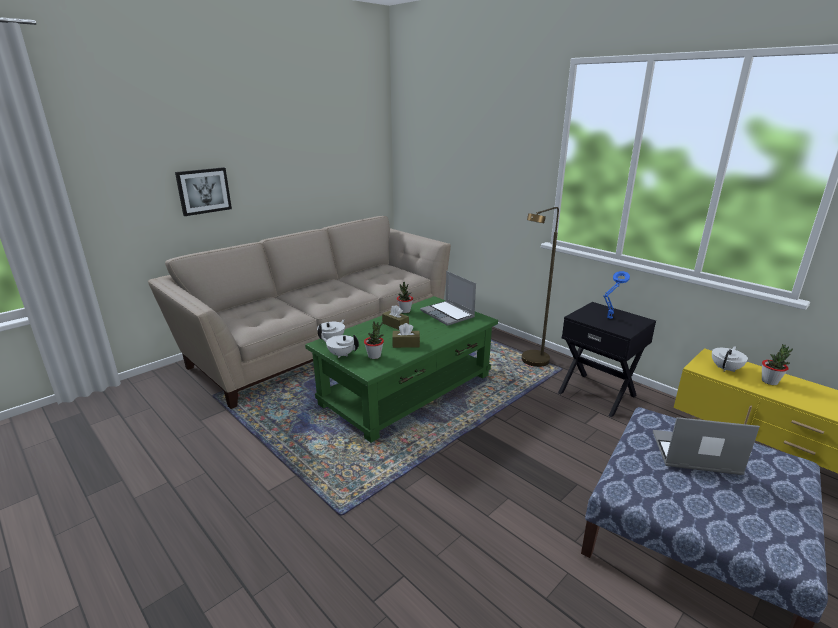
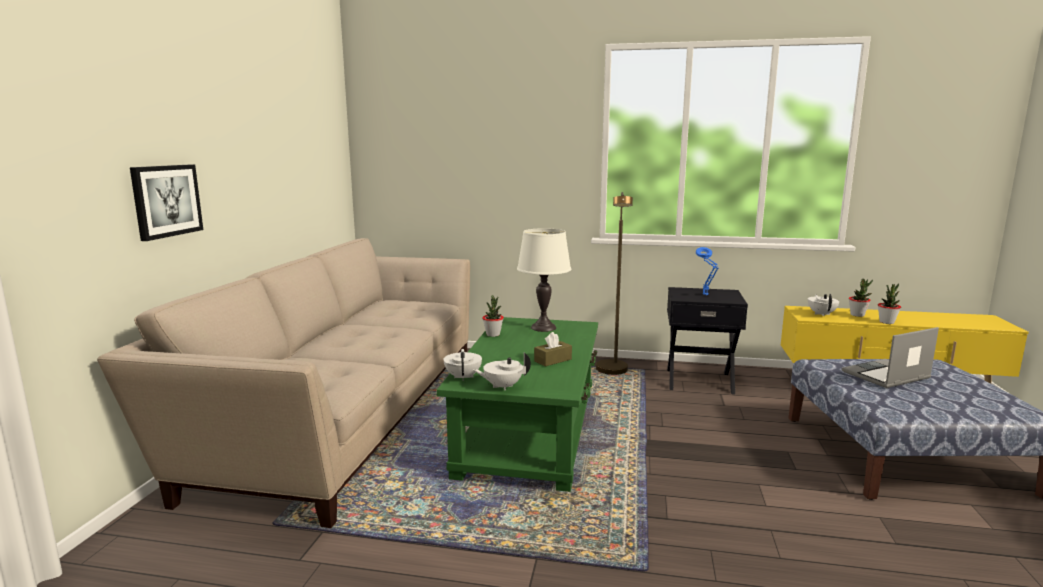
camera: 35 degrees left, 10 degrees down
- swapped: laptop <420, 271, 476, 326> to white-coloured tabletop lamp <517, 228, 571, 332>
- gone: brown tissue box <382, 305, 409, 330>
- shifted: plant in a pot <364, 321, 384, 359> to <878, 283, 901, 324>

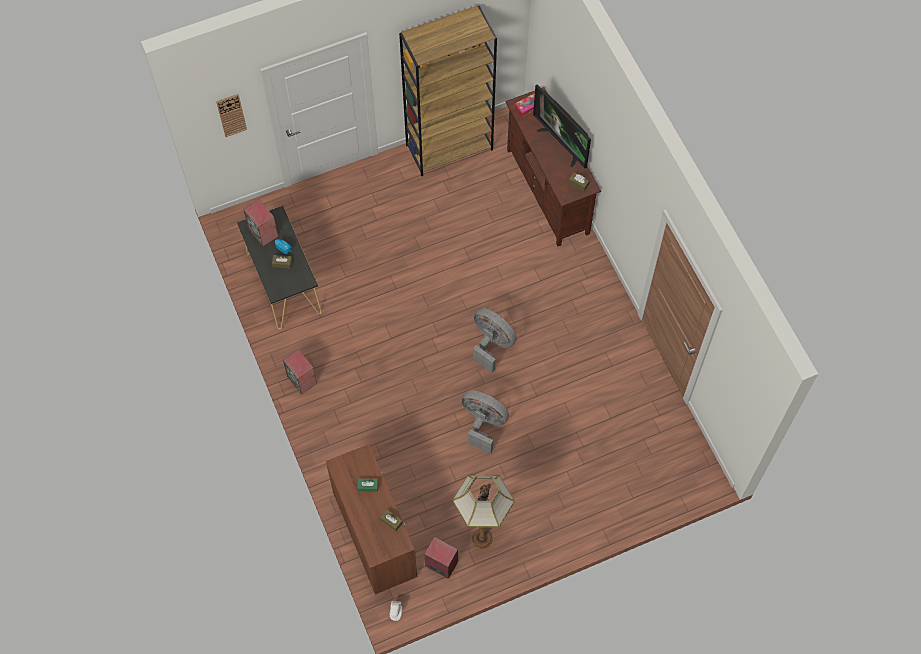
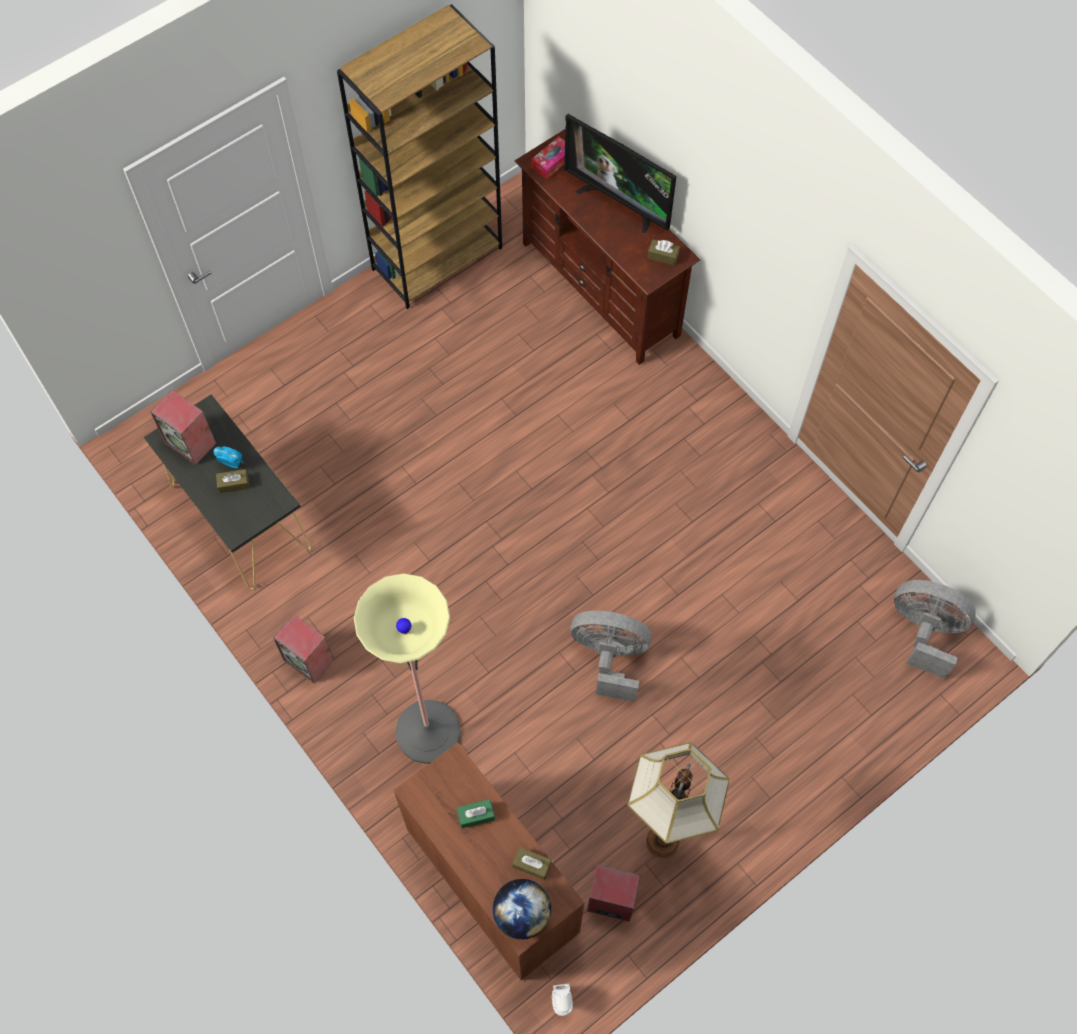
camera: 15 degrees left, 0 degrees up
- gone: clock on the wall <216, 94, 247, 137>
- shifted: greyish electric fan <473, 308, 517, 373> to <894, 580, 975, 679>
- new: floor lamp <354, 573, 461, 764>
- new: world globe <493, 879, 551, 940>

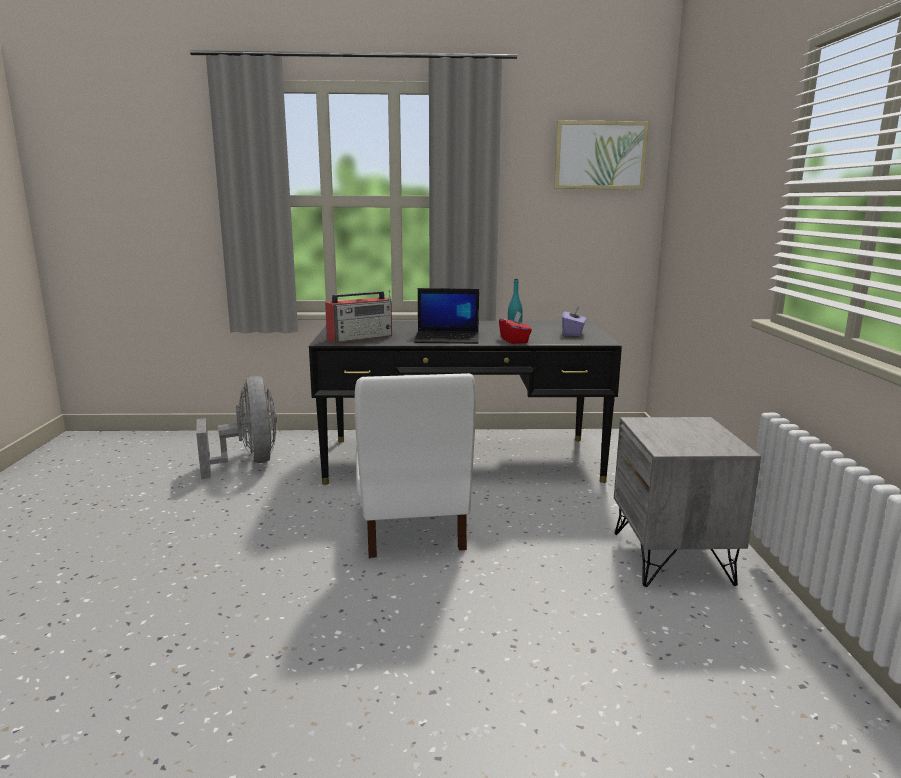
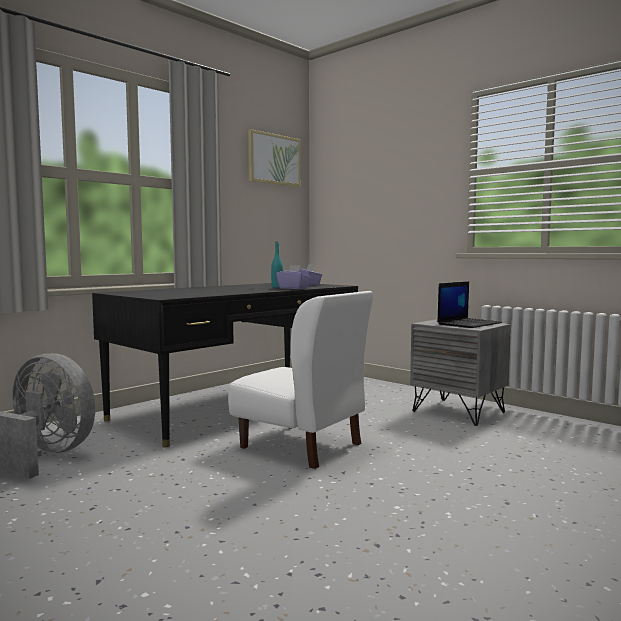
camera: 45 degrees left, 10 degrees down
- shifted: laptop <414, 288, 479, 344> to <437, 281, 502, 328>
- gone: radio receiver <325, 289, 392, 343>
- repainted: reddish tissue box <499, 311, 532, 344> to purplish tissue box <276, 265, 310, 289>

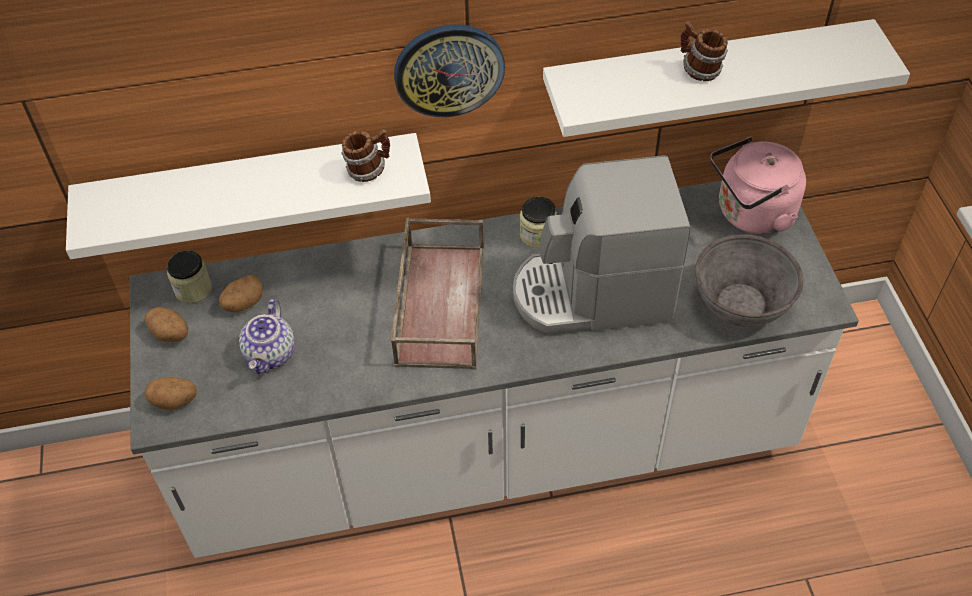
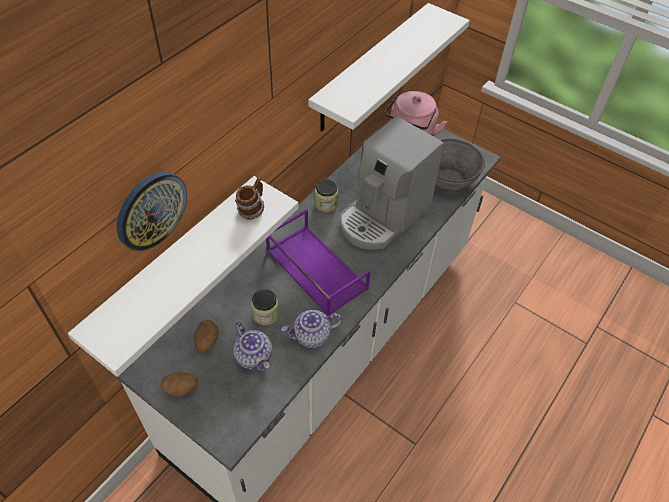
camera: 45 degrees left, 0 degrees up
- gone: tea mug <681, 21, 728, 81>
- shifted: clock on the wall <394, 24, 505, 117> to <117, 172, 187, 251>
- repainted: brown carrying tray <391, 218, 484, 370> to purplish carrying tray <266, 209, 371, 316>
- shifted: storage jar <167, 251, 212, 303> to <251, 289, 279, 325>
- gone: potato <145, 377, 196, 410>
- new: tea pot <281, 310, 342, 348>

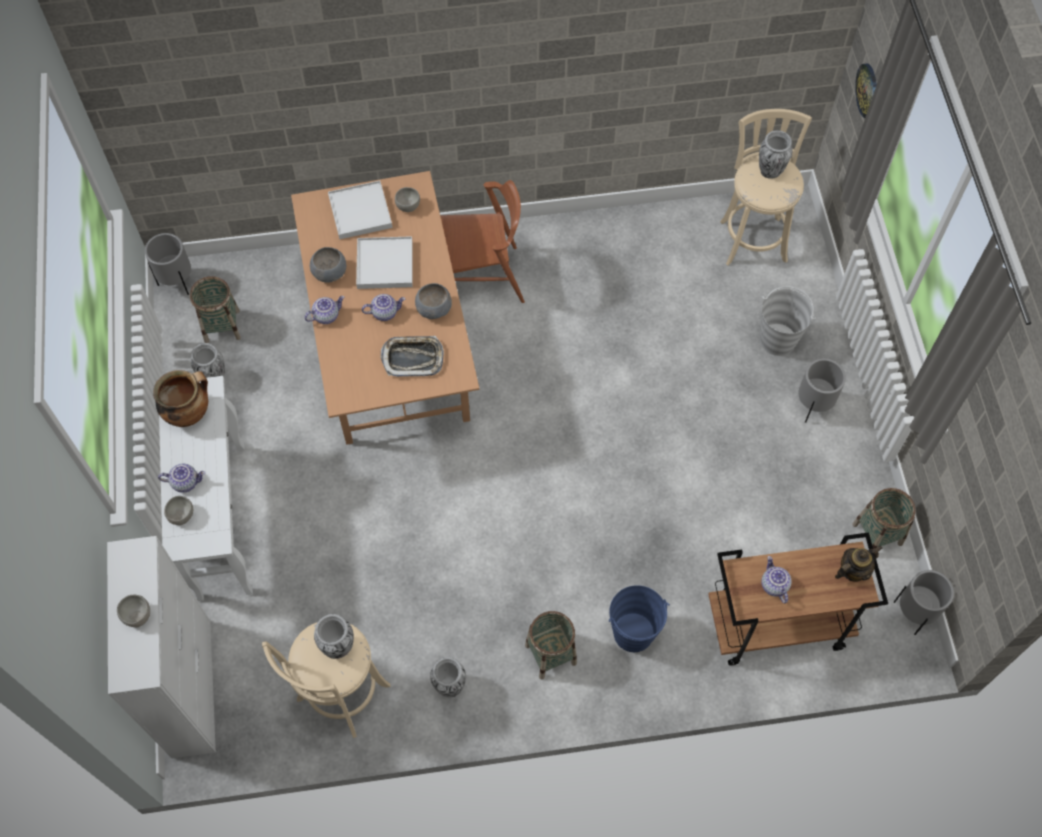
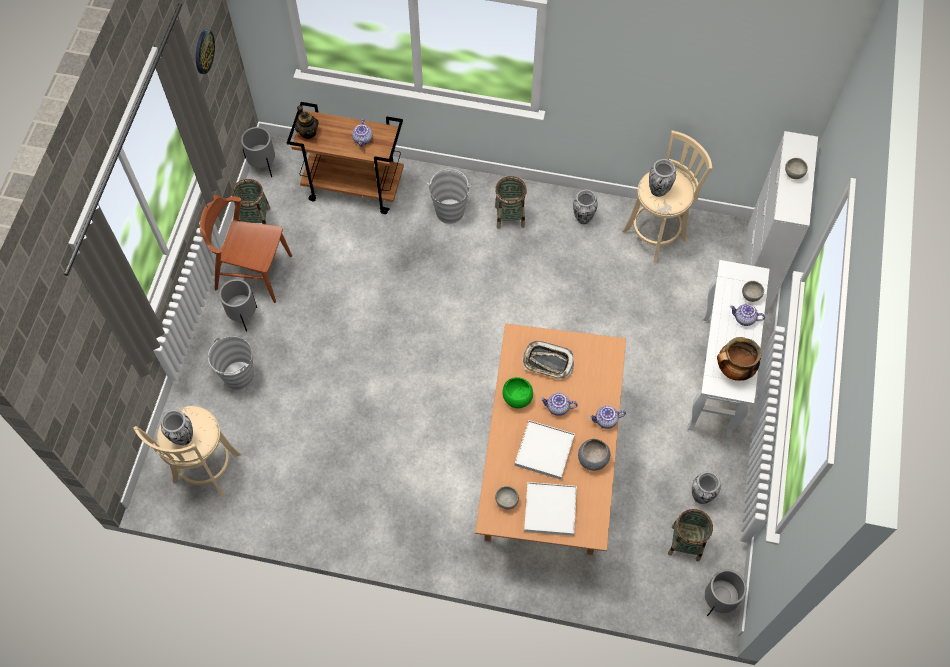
camera: 160 degrees left, 0 degrees up
- shifted: clock on the wall <855, 64, 877, 118> to <196, 30, 215, 74>
- shifted: brown upright chair <440, 180, 525, 303> to <200, 195, 292, 303>
- repainted: greyish serving bowl <415, 283, 452, 319> to greenish serving bowl <502, 377, 533, 408>
- rotated: tea pot <835, 546, 883, 582> = <295, 105, 319, 139> 105 degrees counterclockwise
- repainted: blue bucket <609, 585, 670, 652> to greyish bucket <427, 168, 471, 224>

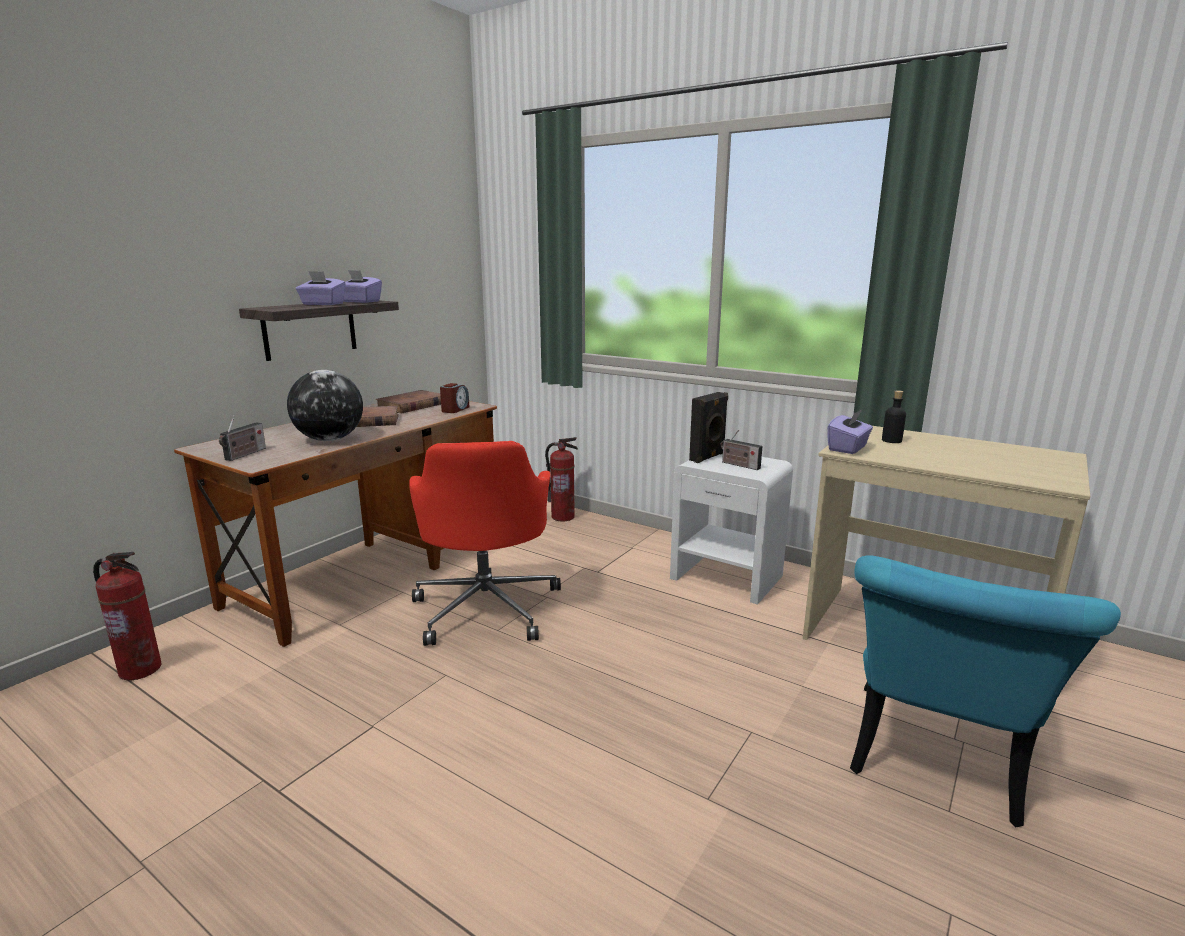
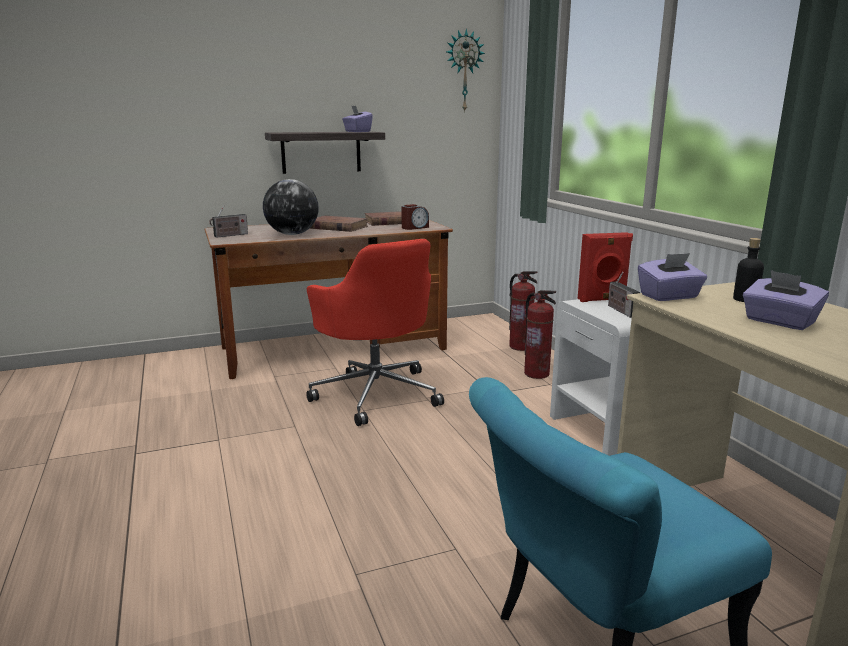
camera: 35 degrees right, 0 degrees up
- shifted: purplish tissue box <296, 271, 346, 305> to <743, 270, 829, 330>
- repainted: black-coloured speaker <689, 392, 728, 463> to reddish speaker <578, 232, 633, 302>
- rotated: reddish office chair <409, 441, 561, 646> = <306, 239, 444, 426> 60 degrees counterclockwise
- shifted: fire extinguisher <93, 552, 162, 680> to <524, 290, 556, 379>
- new: clock on the wall <446, 28, 485, 112>

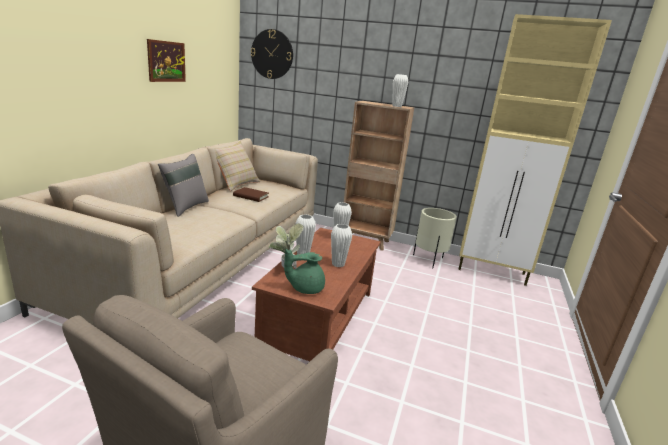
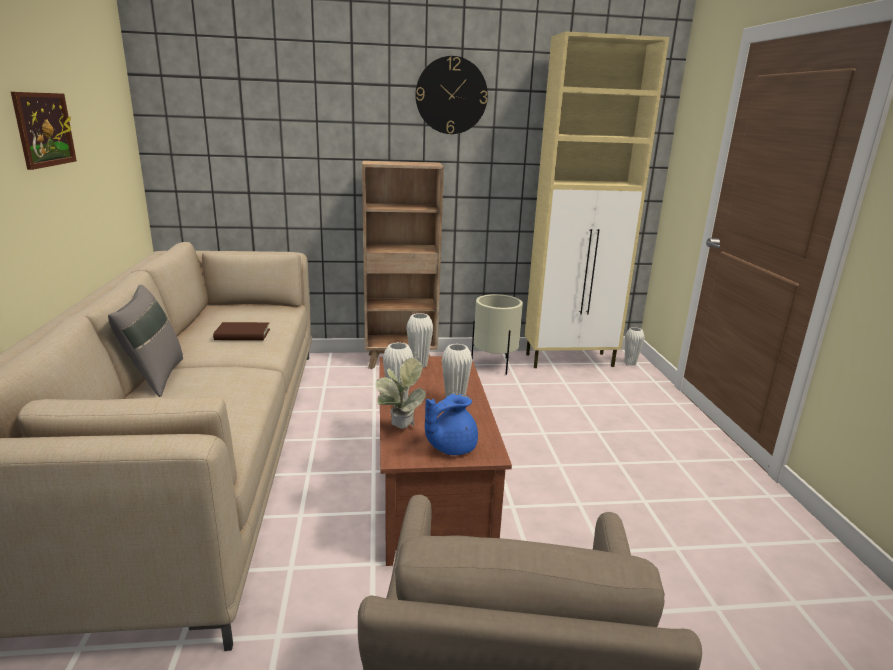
camera: 25 degrees left, 0 degrees up
- shifted: clock on the wall <251, 29, 293, 79> to <415, 56, 488, 134>
- shifted: white-coloured decorative vase <392, 74, 408, 107> to <625, 327, 644, 366>
- gone: beige-coloured cushion <208, 140, 260, 191>
- repainted: greenish tea pot <284, 249, 325, 294> to blue tea pot <425, 394, 478, 455>

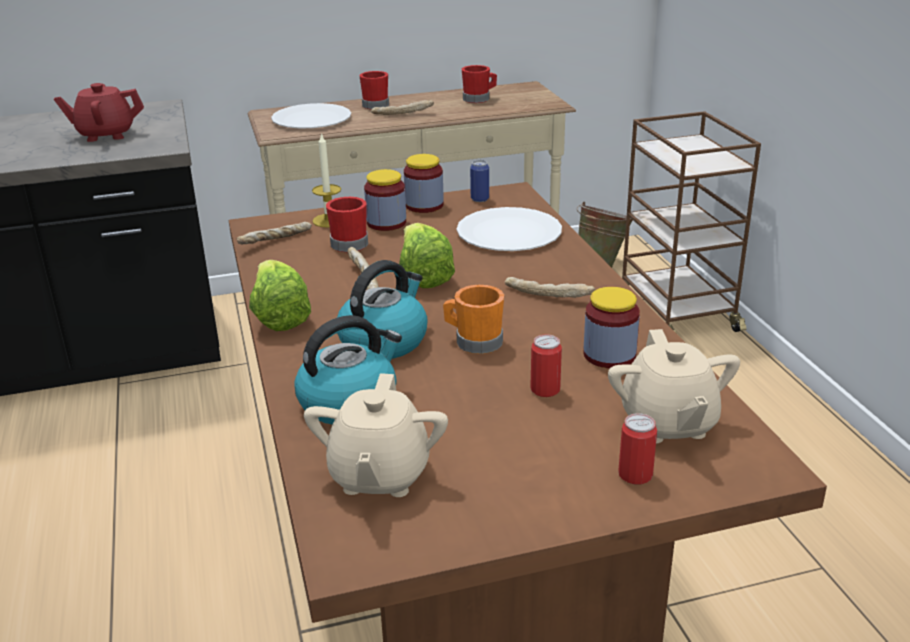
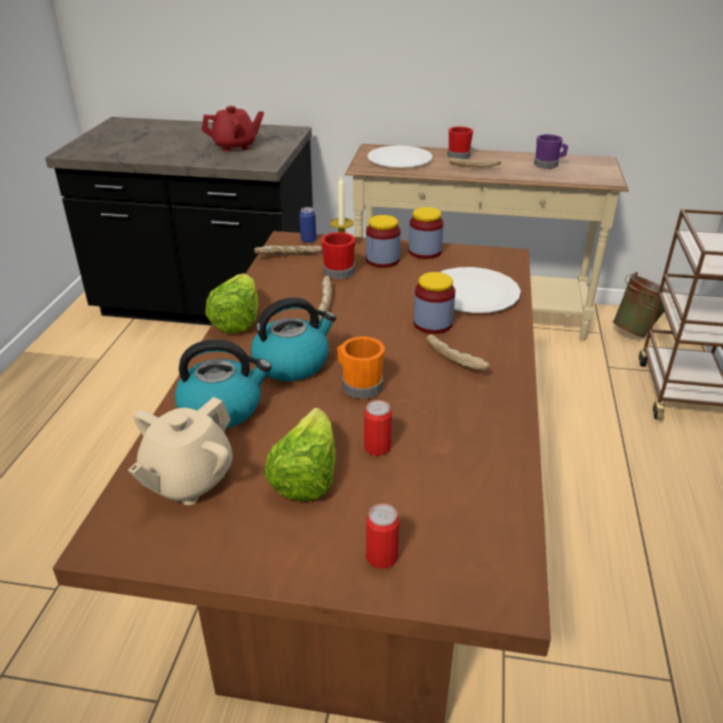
camera: 25 degrees right, 5 degrees up
- repainted: reddish tea mug <462, 65, 497, 103> to purplish tea mug <534, 134, 568, 169>
- rotated: reddish tea pot <54, 83, 144, 142> = <202, 106, 264, 152> 150 degrees clockwise
- shifted: sealed can <470, 160, 489, 202> to <299, 207, 316, 243>
- shifted: lettuce <399, 223, 455, 288> to <264, 408, 336, 501>
- shifted: storage jar <584, 287, 640, 368> to <413, 272, 455, 334>
- gone: beige-coloured tea pot <608, 329, 740, 443>

